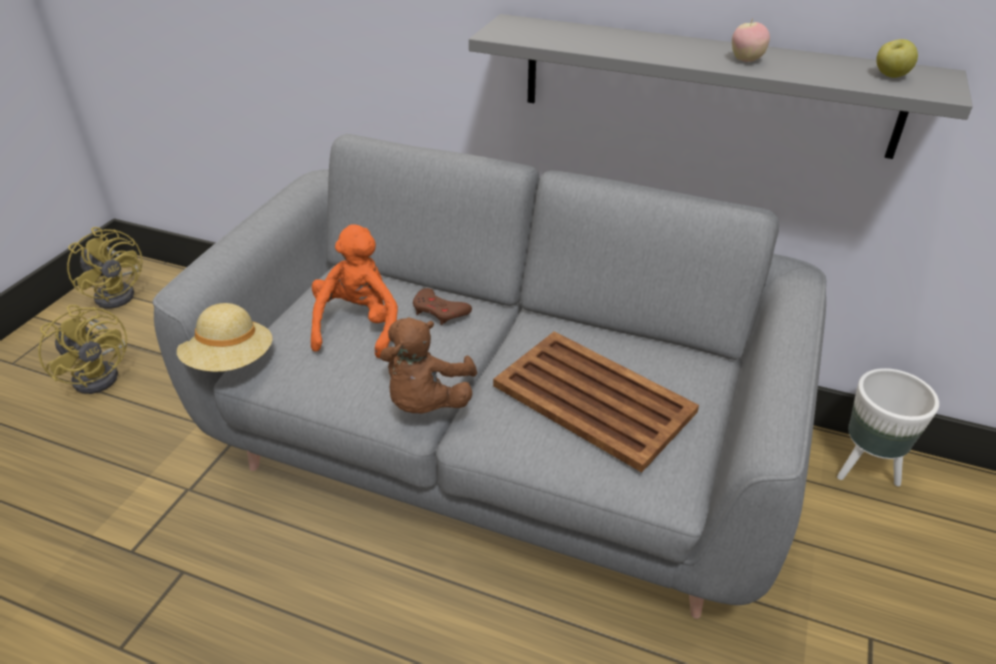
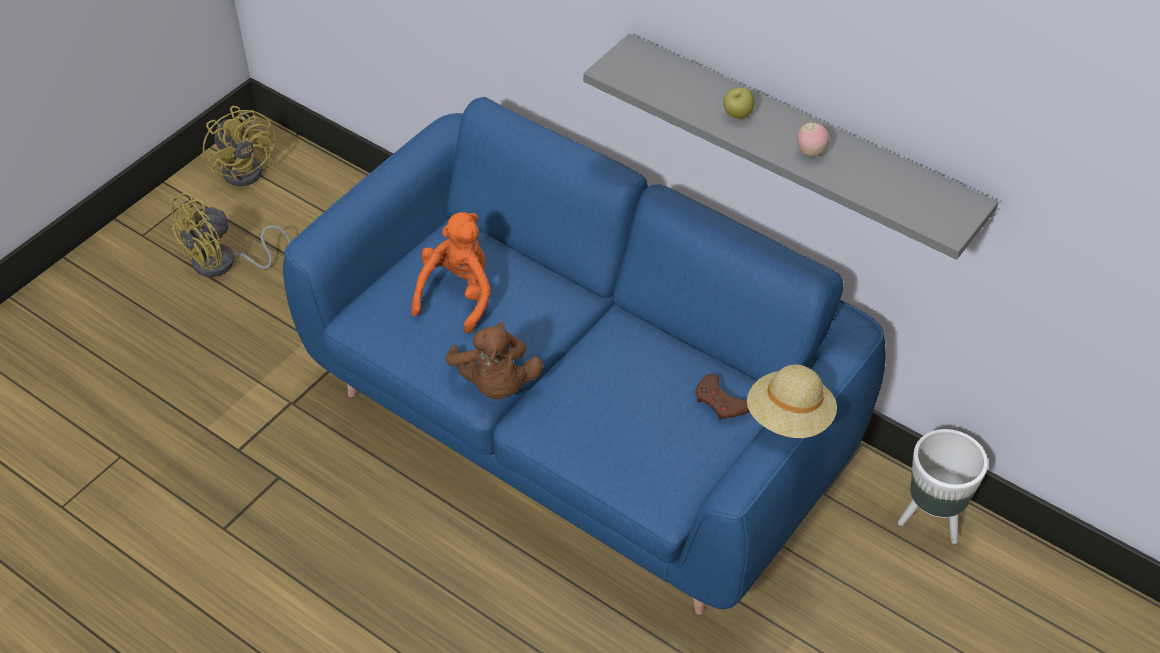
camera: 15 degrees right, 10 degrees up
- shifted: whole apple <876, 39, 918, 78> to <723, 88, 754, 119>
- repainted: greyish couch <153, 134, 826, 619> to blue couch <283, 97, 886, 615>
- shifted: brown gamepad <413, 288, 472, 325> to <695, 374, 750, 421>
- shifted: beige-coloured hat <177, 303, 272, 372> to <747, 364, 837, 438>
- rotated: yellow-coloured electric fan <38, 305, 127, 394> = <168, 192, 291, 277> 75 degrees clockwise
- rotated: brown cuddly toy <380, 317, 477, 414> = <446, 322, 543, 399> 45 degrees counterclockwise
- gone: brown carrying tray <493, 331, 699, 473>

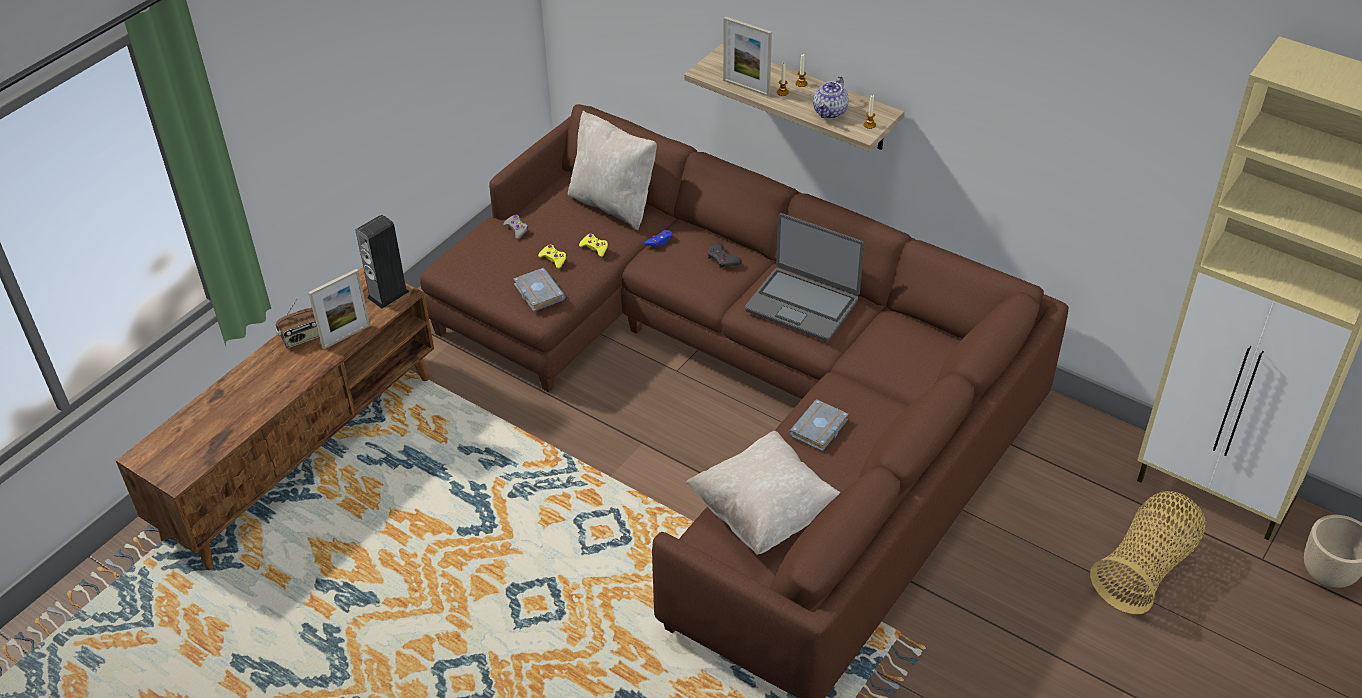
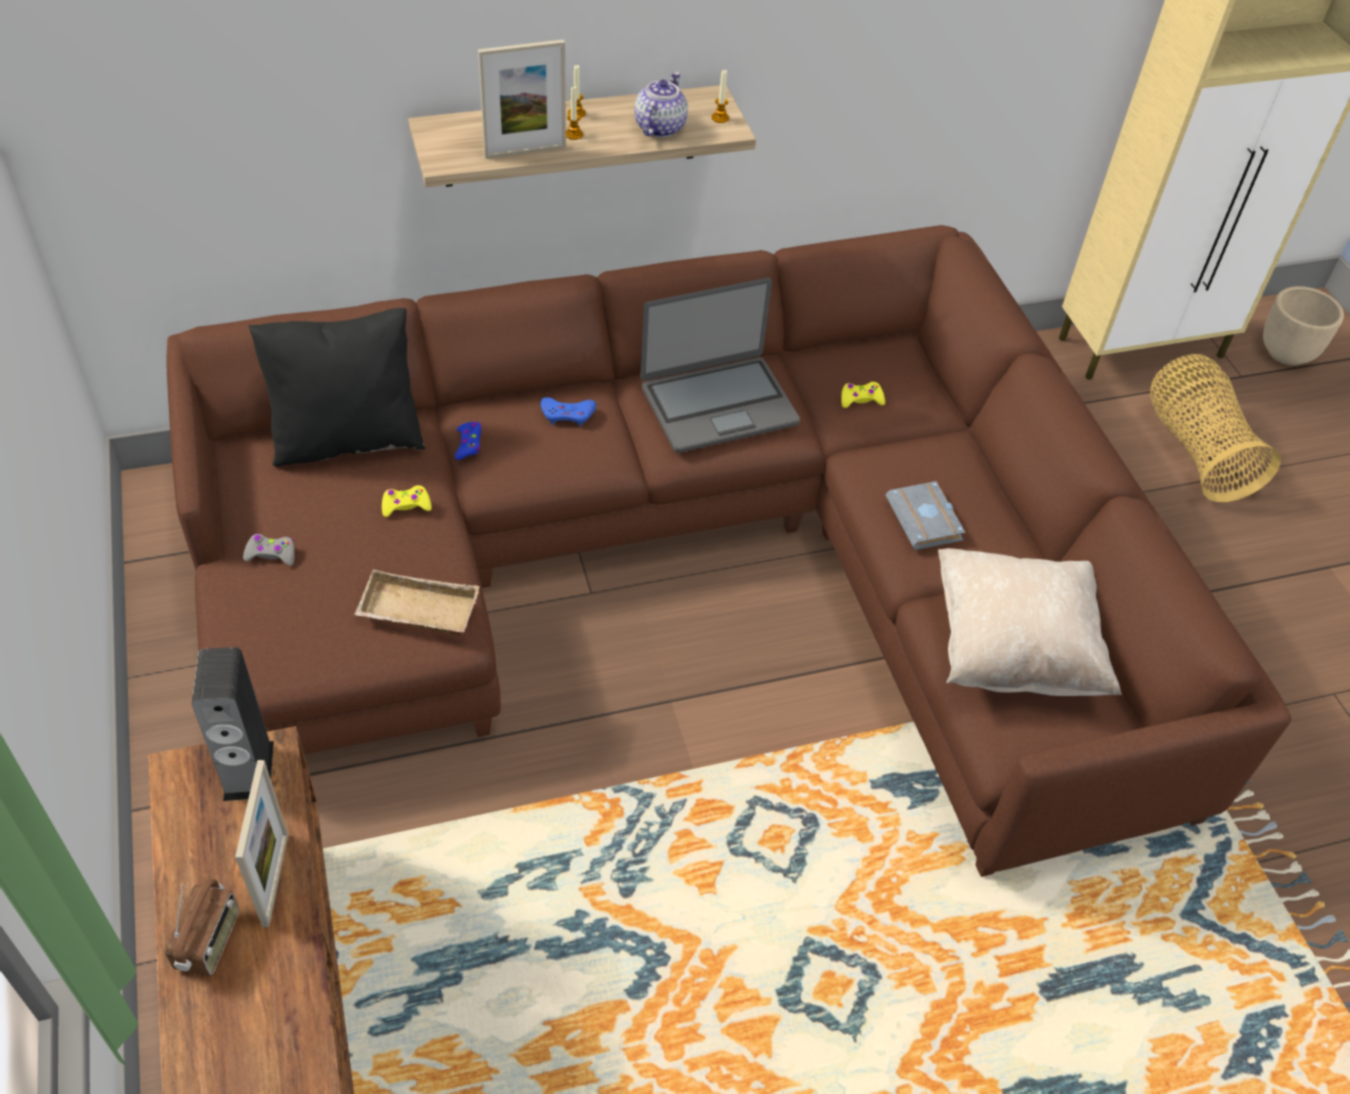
camera: 55 degrees left, 5 degrees up
- rotated: tea pot <813, 76, 849, 119> = <634, 72, 688, 138> 135 degrees counterclockwise
- repainted: beige-coloured cushion <568, 110, 657, 230> to black-coloured cushion <248, 308, 425, 467>
- repainted: greyish gamepad <707, 243, 742, 268> to blue gamepad <541, 397, 596, 427>
- shifted: yellow-coloured gamepad <538, 245, 567, 269> to <841, 382, 885, 408>
- swapped: greyish volume <513, 268, 565, 312> to beige-coloured carrying tray <354, 569, 480, 635>

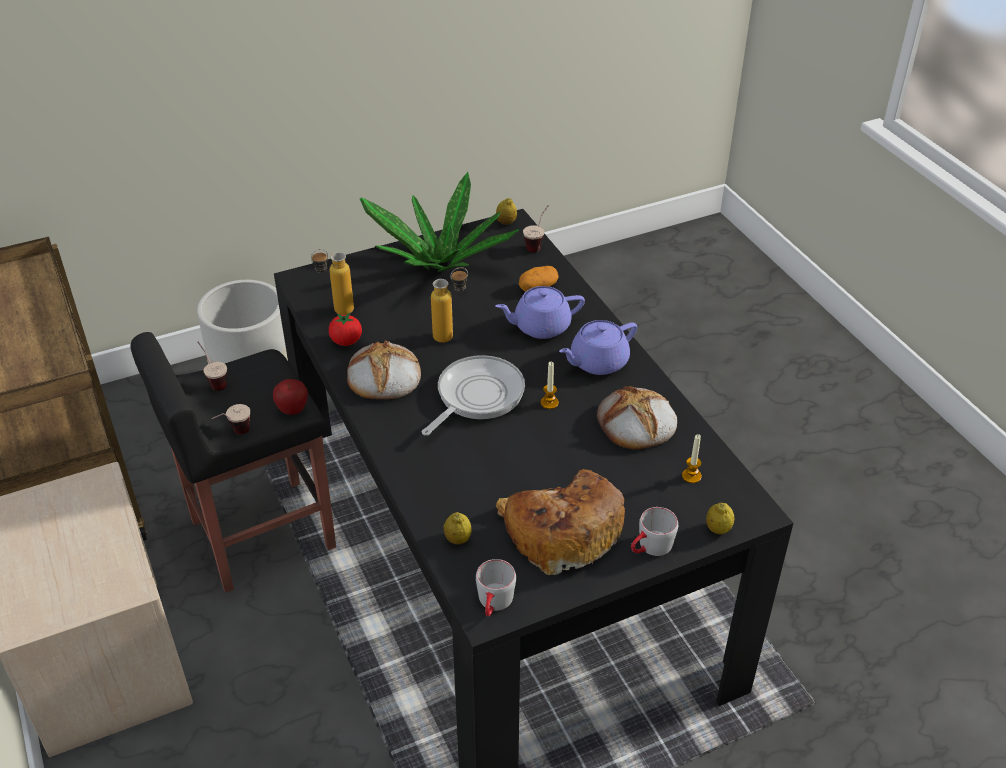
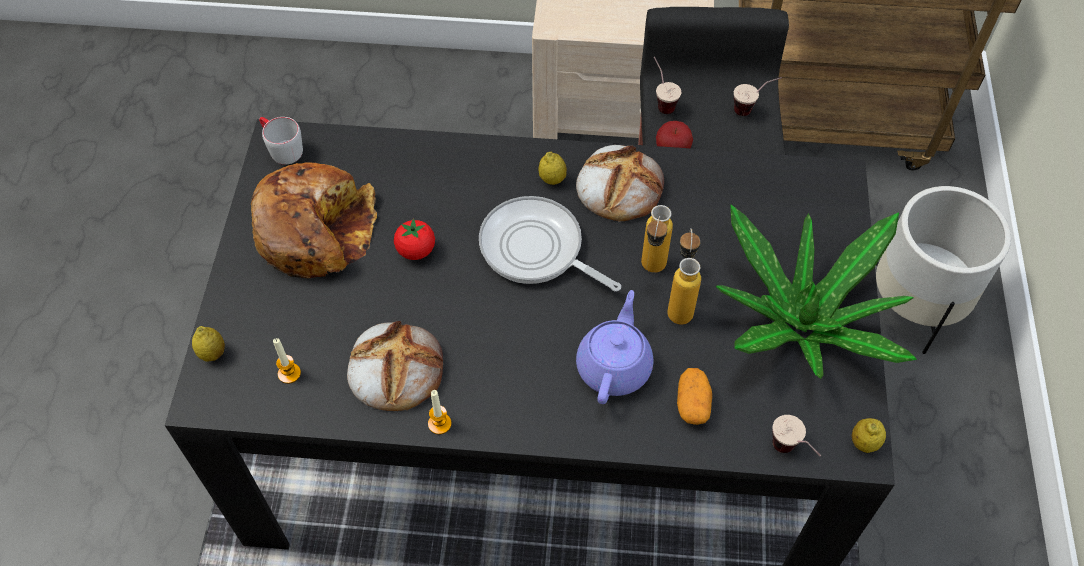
camera: 120 degrees right, 15 degrees up
- shifted: beverage bottle <311, 249, 354, 315> to <668, 228, 701, 325>
- shifted: fresh tomato <329, 313, 362, 346> to <394, 218, 435, 260>
- gone: purplish tea pot <559, 320, 637, 375>
- rotated: skillet <421, 355, 525, 436> = <479, 196, 621, 292> 150 degrees clockwise
- shifted: wax candle <541, 362, 559, 409> to <428, 390, 452, 435>
- gone: greyish tea mug <631, 507, 678, 556>
- shifted: lemon <444, 512, 472, 545> to <539, 152, 567, 185>

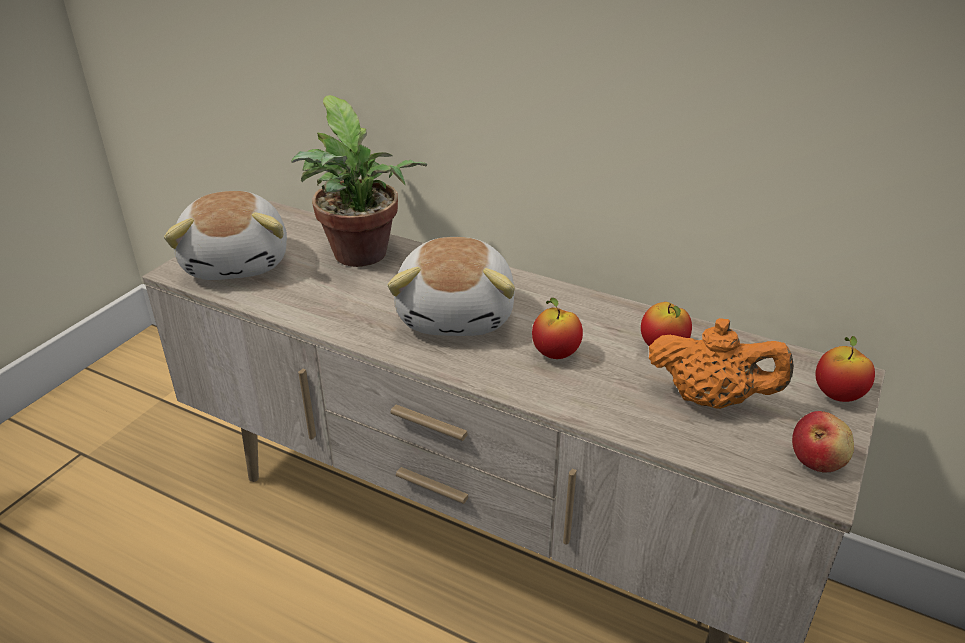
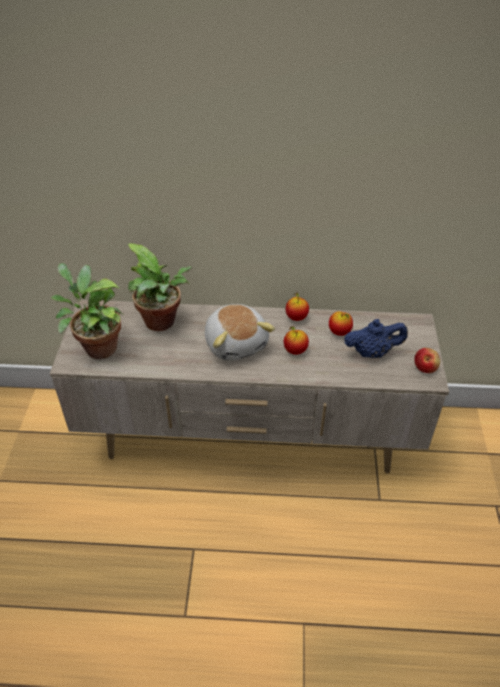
camera: 25 degrees left, 10 degrees up
- swapped: cuddly toy <164, 191, 287, 280> to plant in a pot <51, 263, 124, 359>
- repainted: orange tea pot <649, 318, 794, 409> to blue tea pot <344, 319, 408, 358>
- shifted: whole apple <815, 336, 875, 402> to <286, 292, 309, 321>

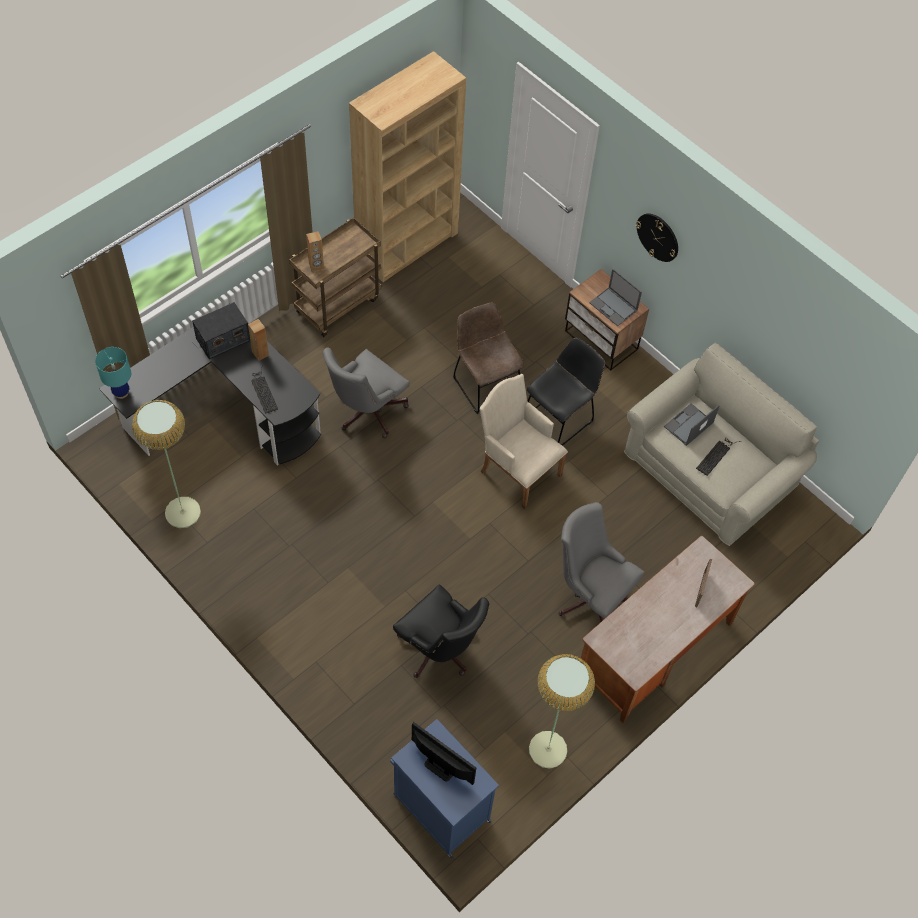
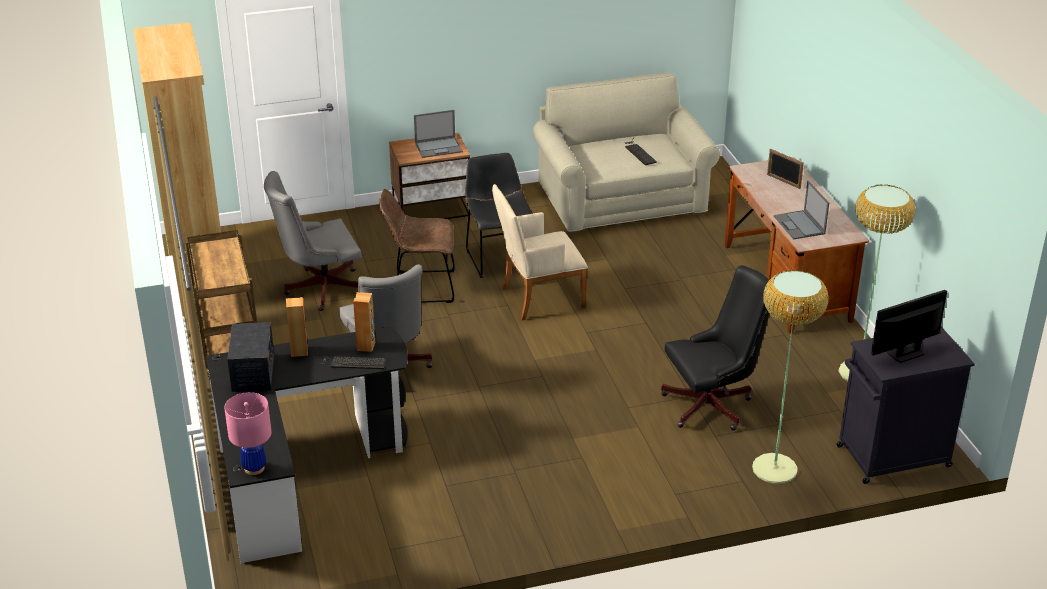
camera: 60 degrees left, 25 degrees down
- gone: clock on the wall <636, 213, 678, 262>
- shifted: brown speaker <306, 231, 324, 272> to <353, 292, 375, 352>
- repainted: turquoise-coloured tabletop lamp <95, 347, 131, 399> to pink tabletop lamp <224, 392, 272, 475>
- shifted: floor lamp <132, 400, 201, 528> to <752, 270, 828, 484>
- shifted: laptop <664, 403, 720, 446> to <774, 180, 829, 239>
- shifted: greyish office chair <559, 502, 644, 622> to <264, 171, 361, 311>
- repainted: blue cupboard <390, 719, 499, 858> to black-coloured cupboard <836, 327, 975, 484>

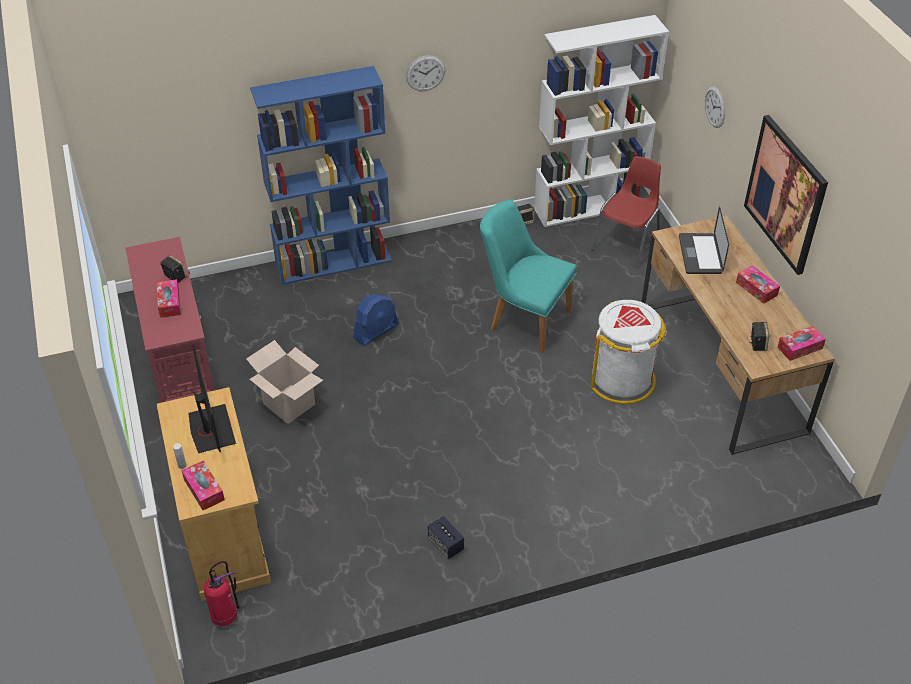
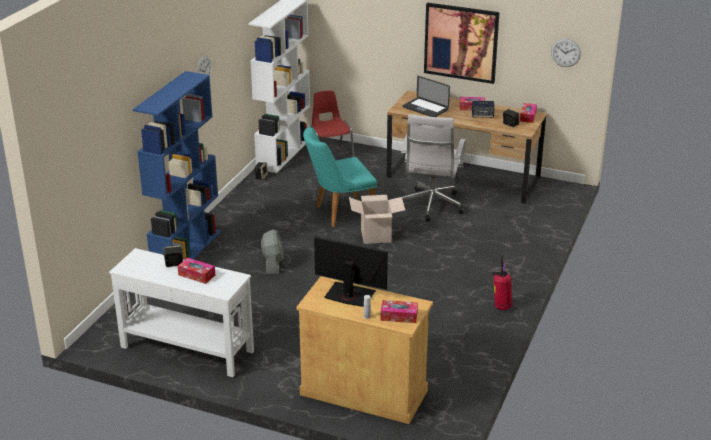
camera: 50 degrees left, 15 degrees down
- shifted: clock on the wall <705, 86, 725, 128> to <551, 39, 581, 67>
- repainted: reddish hall table <126, 237, 215, 403> to white-coloured hall table <109, 248, 254, 377>
- repainted: blue electric fan <353, 294, 398, 346> to greyish electric fan <261, 230, 283, 274>
- swapped: white-coloured trash can <591, 300, 666, 404> to white-coloured office chair <401, 114, 466, 222>
- shifted: carton <246, 340, 323, 424> to <349, 195, 405, 244>
- shifted: speaker <428, 516, 464, 559> to <472, 101, 495, 118>
- shifted: fire extinguisher <204, 561, 240, 626> to <492, 256, 513, 310>

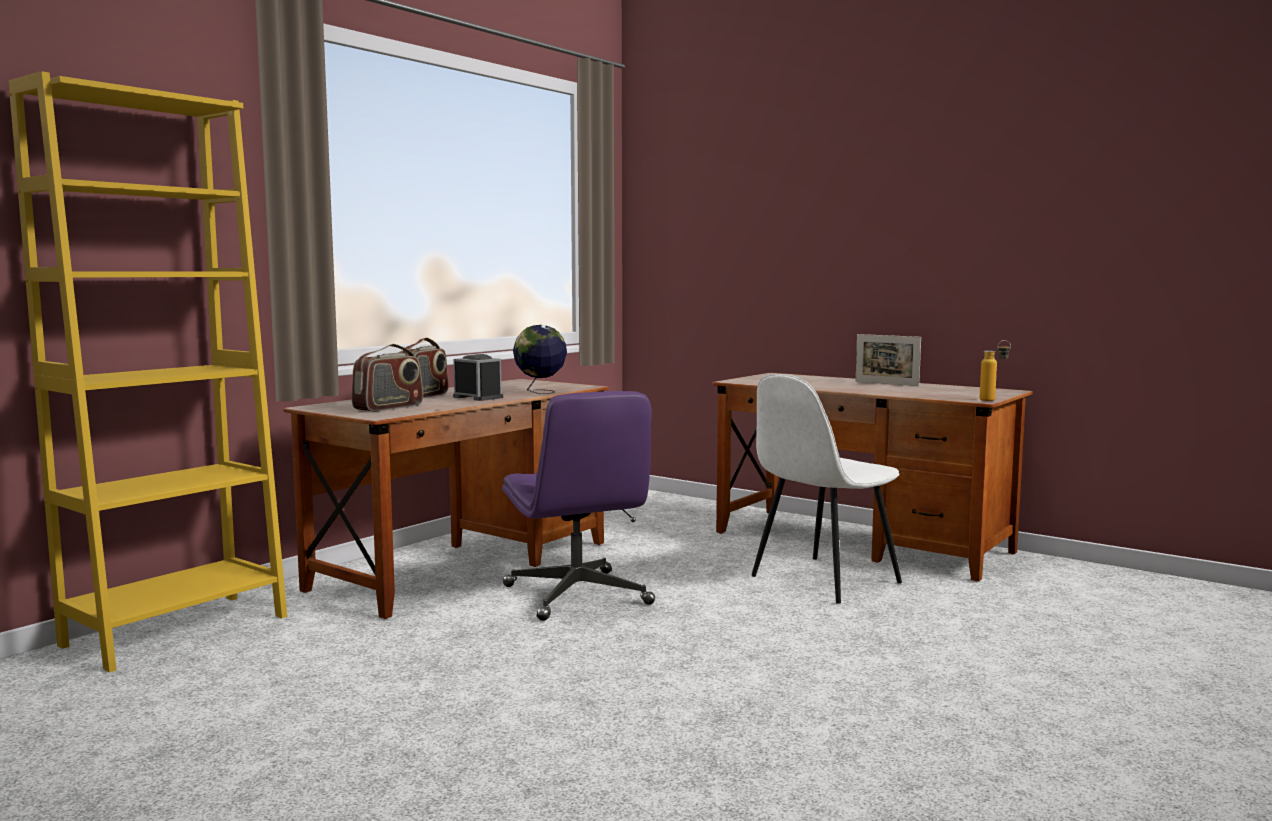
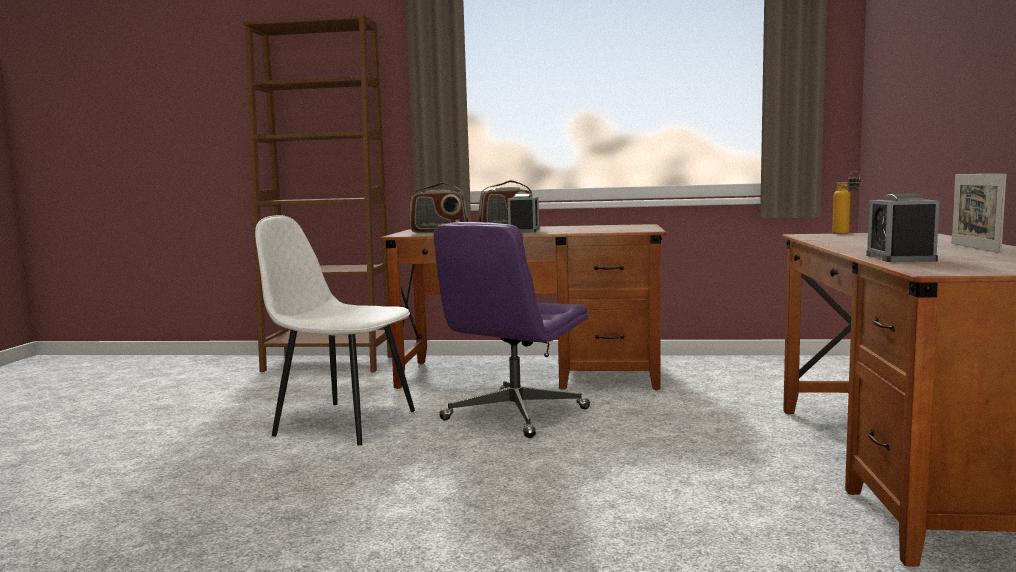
camera: 60 degrees right, 0 degrees up
- repainted: yellow-coloured bookcase <9, 71, 287, 673> to brown bookcase <243, 14, 392, 373>
- gone: world globe <513, 325, 567, 394>
- shifted: beverage bottle <980, 340, 1011, 401> to <832, 171, 861, 234>
- shifted: white-coloured upright chair <751, 374, 902, 603> to <255, 215, 415, 445>
- new: table clock <866, 193, 940, 262>

